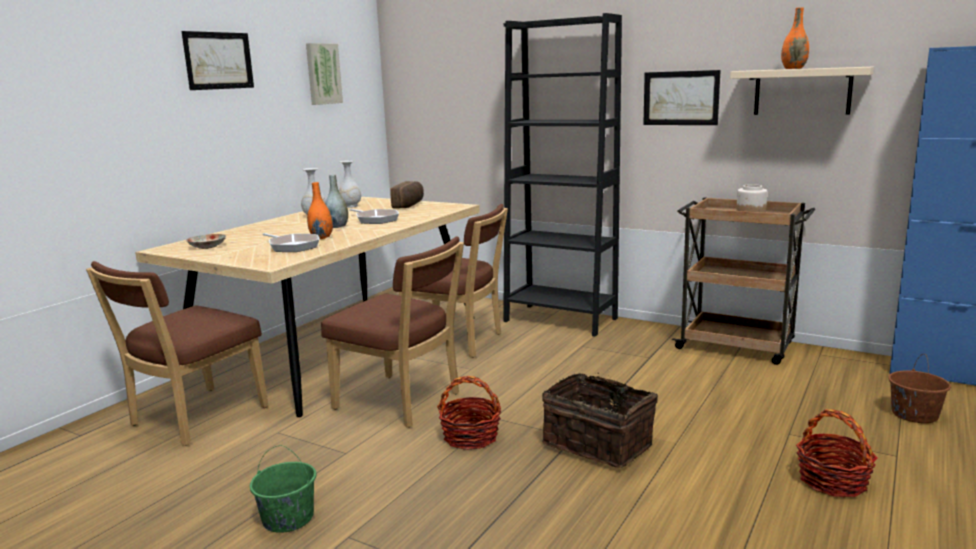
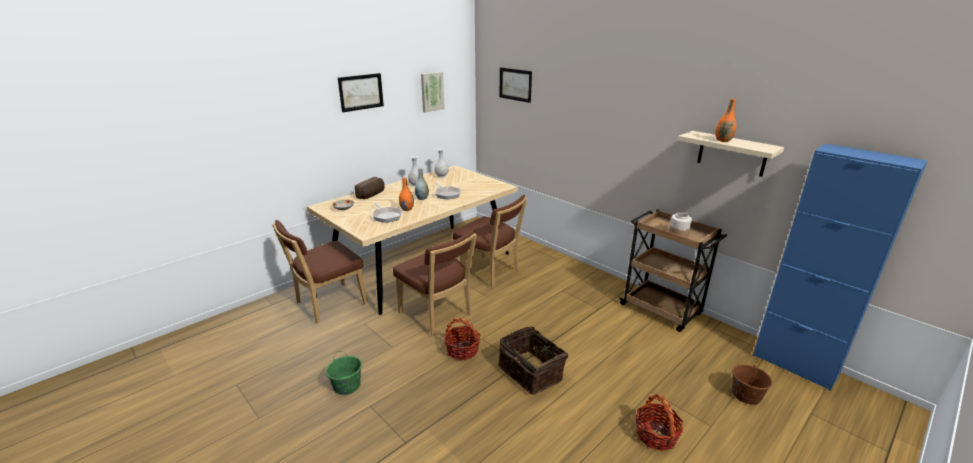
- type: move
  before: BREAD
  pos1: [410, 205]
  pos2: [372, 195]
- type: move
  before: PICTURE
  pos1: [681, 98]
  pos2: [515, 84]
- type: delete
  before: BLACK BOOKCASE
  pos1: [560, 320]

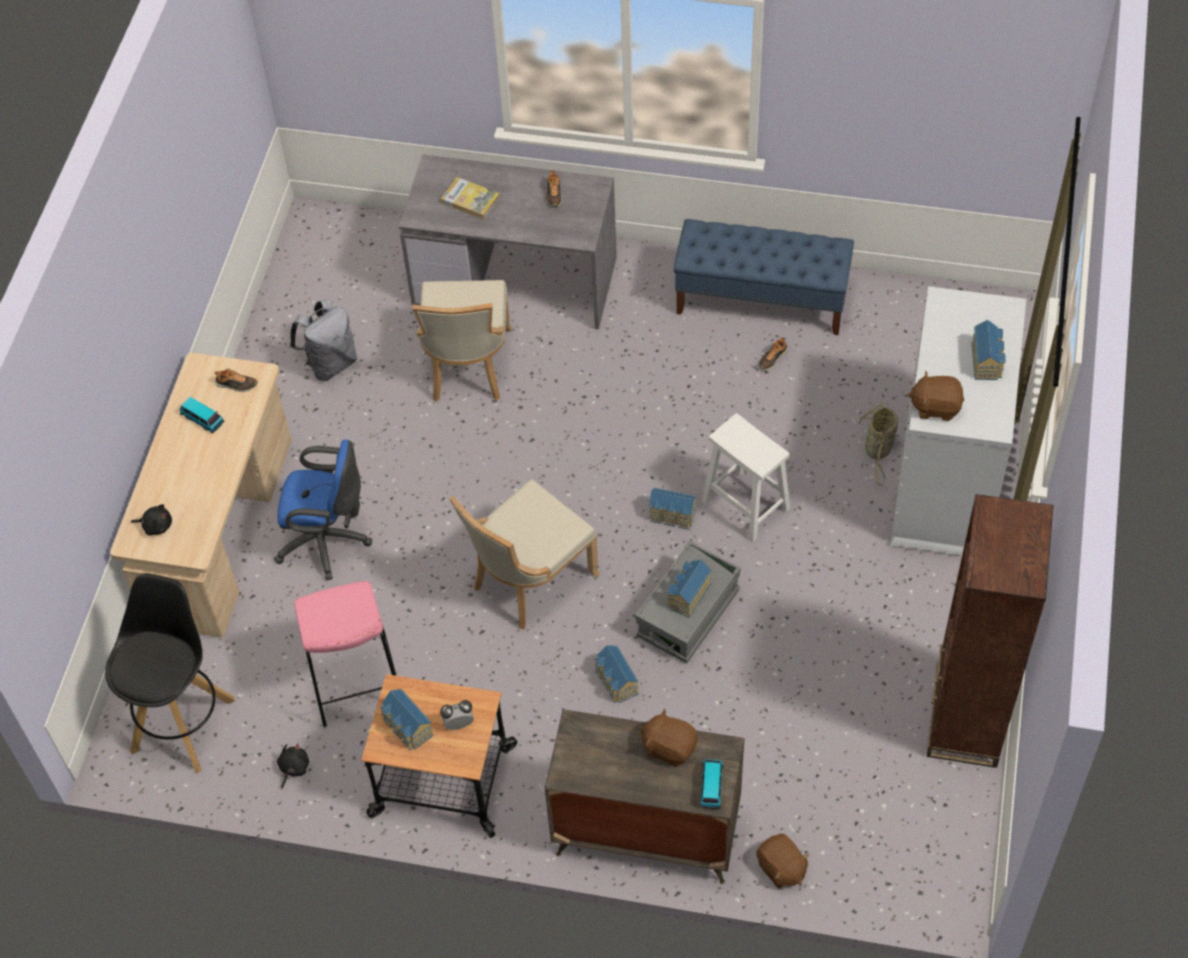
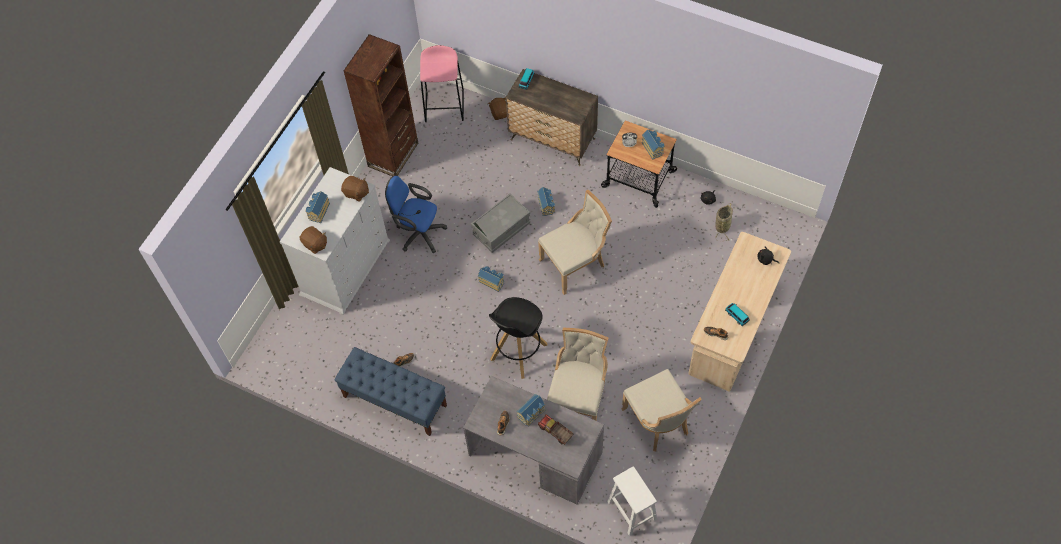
- type: move
  before: BROWN PLUSH TOY
  pos1: [669, 747]
  pos2: [315, 244]
- type: move
  before: BLUE OFFICE CHAIR
  pos1: [328, 541]
  pos2: [418, 233]
- type: move
  before: PINK STOOL
  pos1: [355, 683]
  pos2: [444, 106]
- type: move
  before: BLACK STOOL
  pos1: [184, 723]
  pos2: [518, 352]
- type: move
  before: TOY HOUSE
  pos1: [687, 595]
  pos2: [532, 413]
- type: replace
  before: BOOK
  after: TOY TRUCK
  pos1: [470, 200]
  pos2: [555, 432]
- type: move
  before: WHITE STOOL
  pos1: [747, 506]
  pos2: [631, 509]
- type: replace
  before: GREY BACKPACK
  after: BEIGE CHAIR
  pos1: [330, 363]
  pos2: [658, 422]
- type: move
  before: BASKET
  pos1: [878, 451]
  pos2: [723, 226]

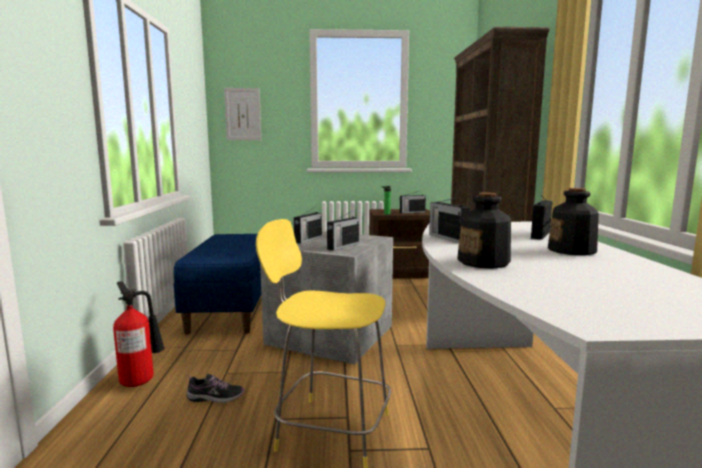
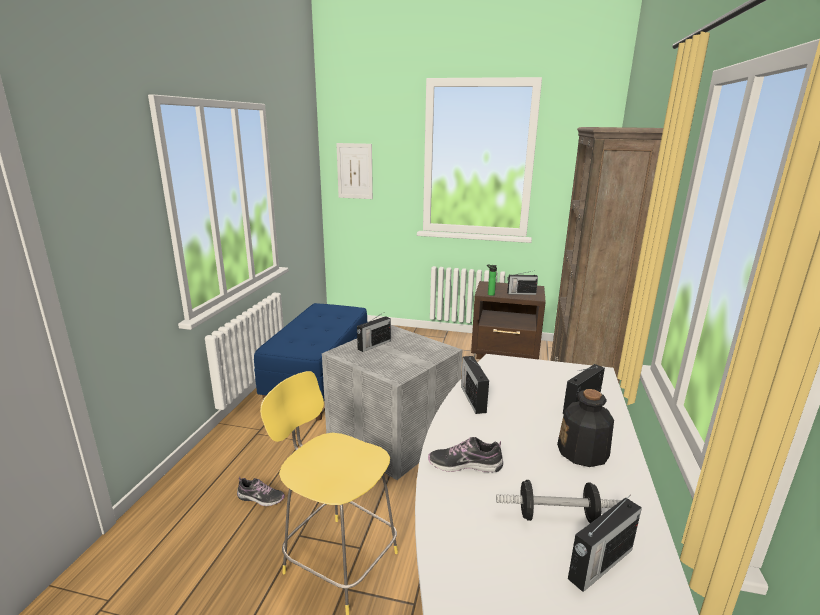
- type: replace
  before: BOTTLE
  after: SHOE
  pos1: [484, 262]
  pos2: [465, 465]
- type: insert
  after: DUMBBELL
  pos2: [557, 516]
- type: move
  before: RADIO
  pos1: [342, 246]
  pos2: [599, 564]
- type: delete
  before: FIRE EXTINGUISHER
  pos1: [141, 380]

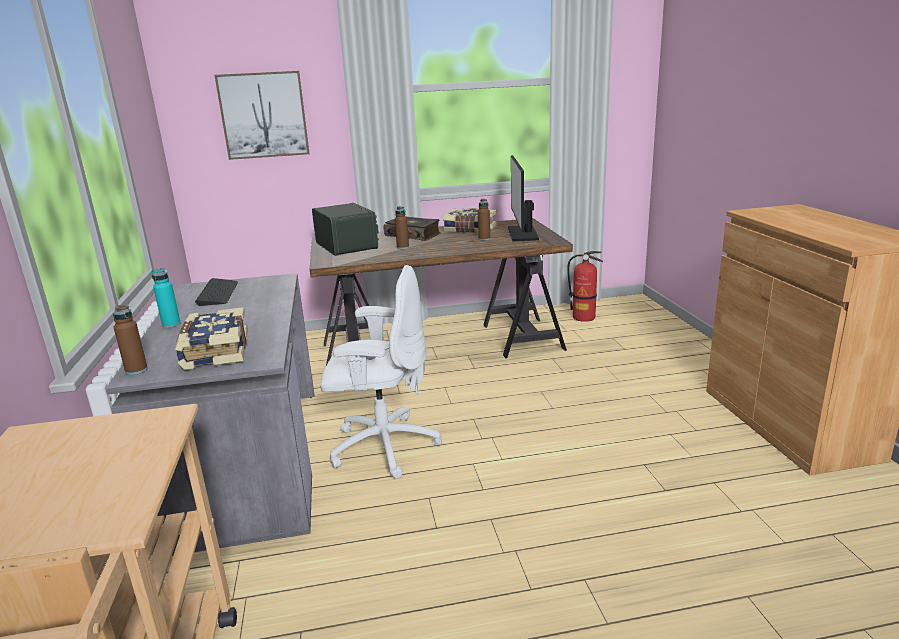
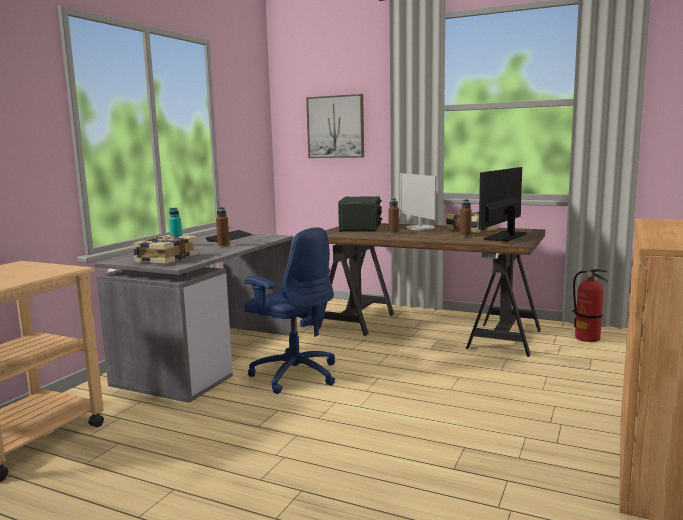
- type: move
  before: BROWN BOTTLE
  pos1: [136, 370]
  pos2: [223, 246]
- type: recolor
  before: WHITE OFFICE CHAIR
  after: BLUE OFFICE CHAIR
  pos1: [383, 446]
  pos2: [294, 374]
- type: replace
  before: BOOK
  after: MONITOR
  pos1: [413, 235]
  pos2: [420, 228]

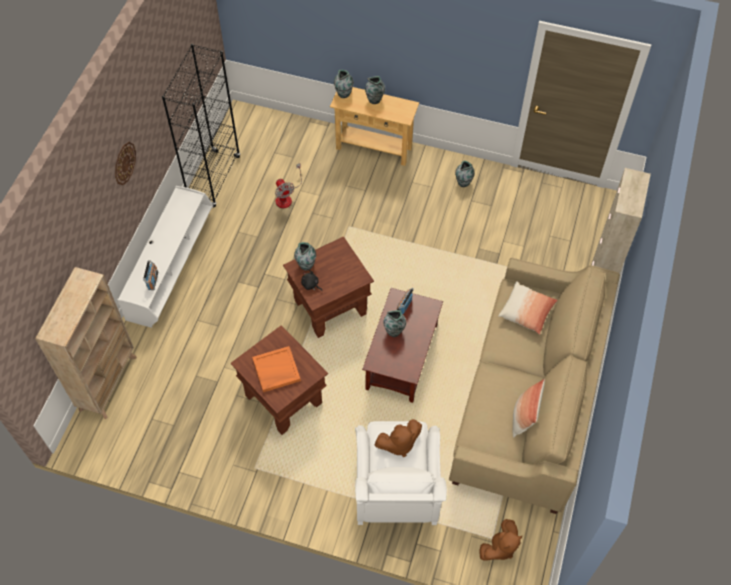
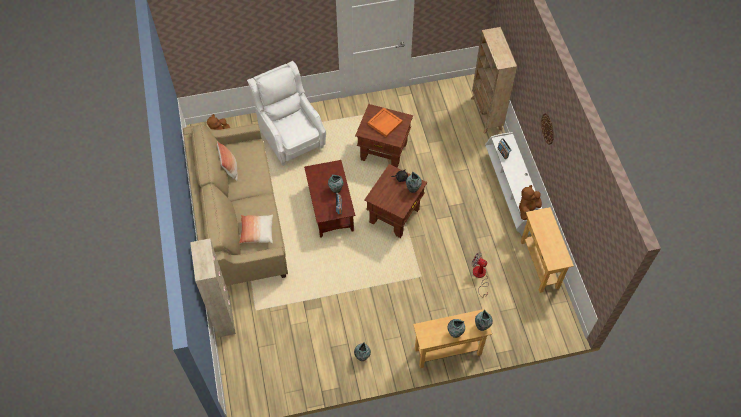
- type: move
  before: BROWN PLUSH TOY
  pos1: [398, 444]
  pos2: [527, 209]
- type: replace
  before: BLACK BOOKCASE
  after: BEIGE CONSOLE TABLE
  pos1: [214, 178]
  pos2: [539, 264]

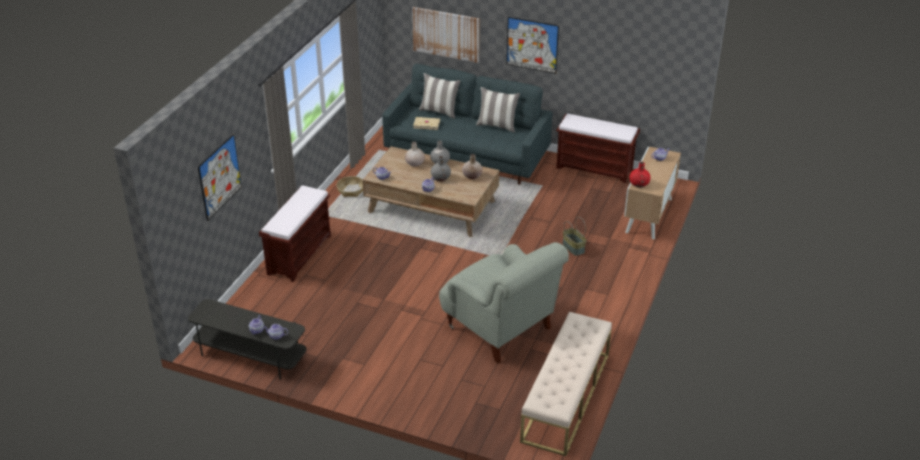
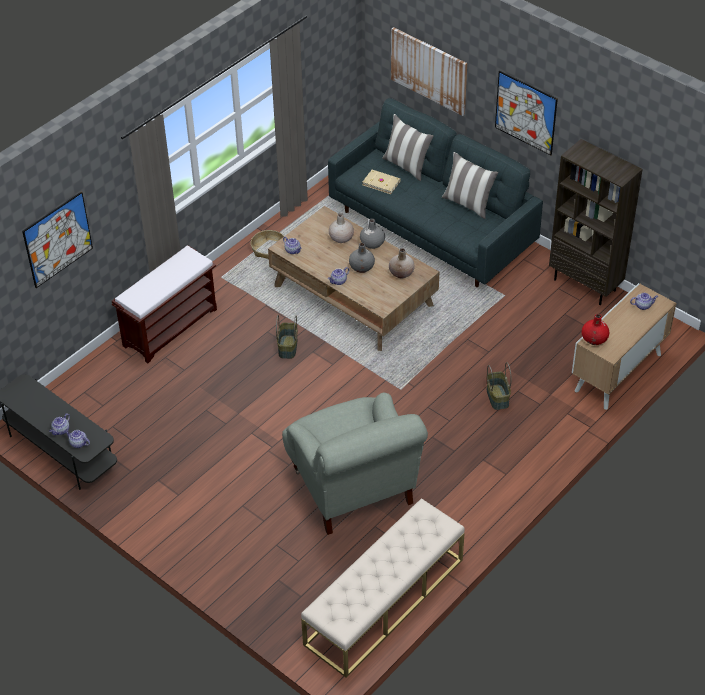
- type: insert
  after: BASKET
  pos2: [287, 347]
- type: replace
  before: BROWN BENCH
  after: BROWN BOOKCASE
  pos1: [595, 168]
  pos2: [585, 285]

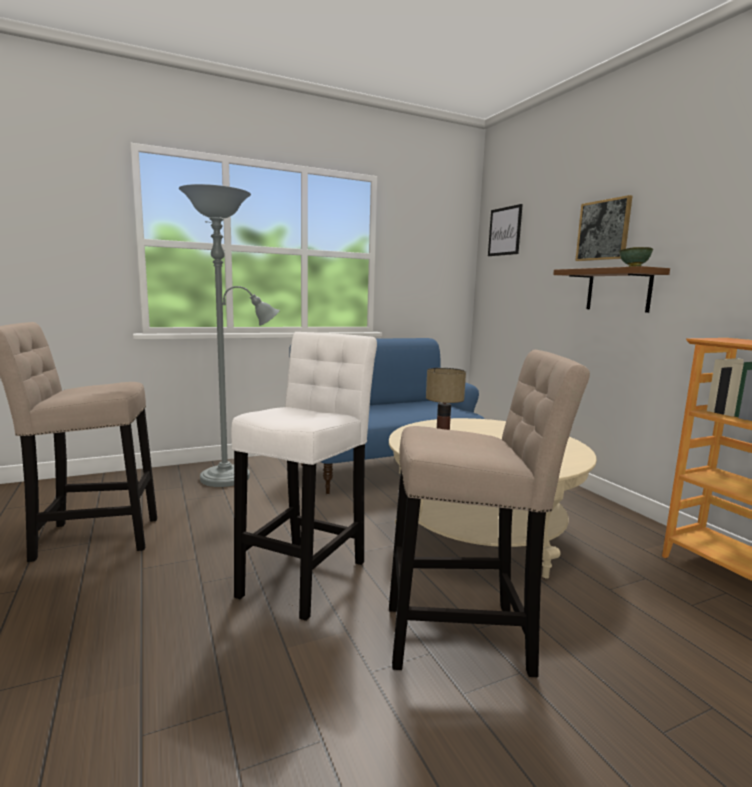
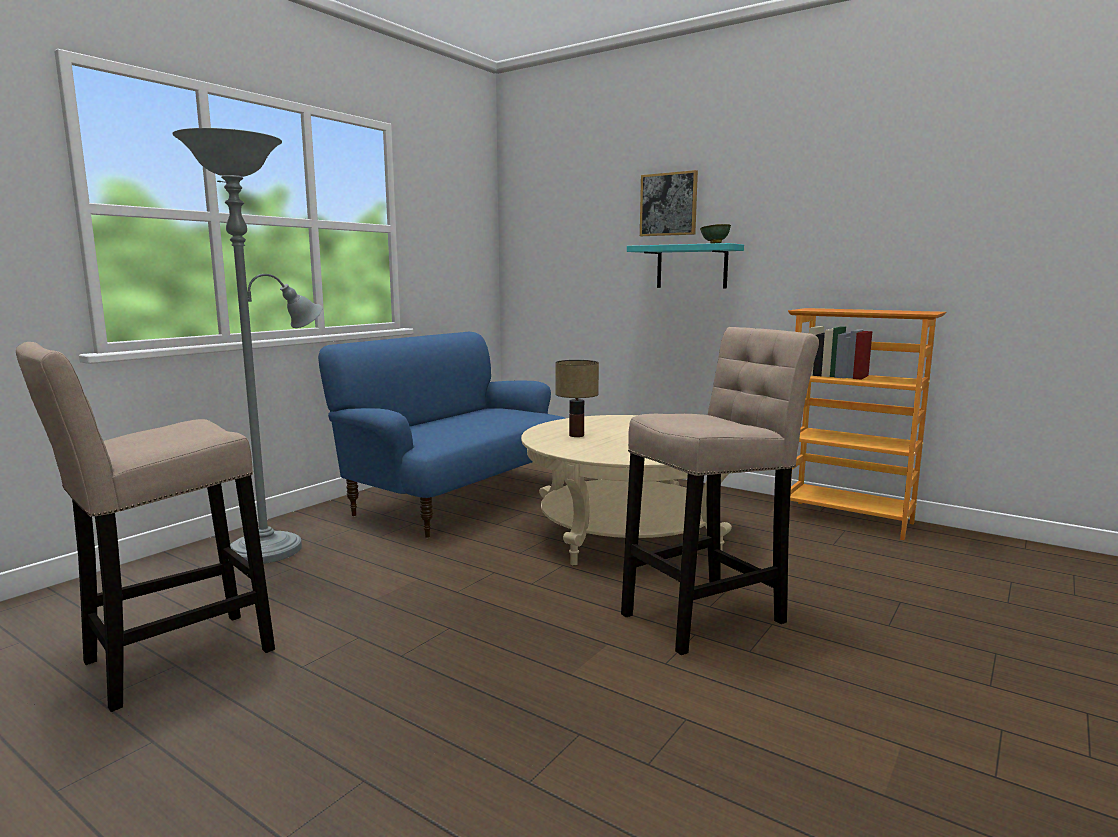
- type: recolor
  before: BROWN SHELF
  after: TURQUOISE SHELF
  pos1: [618, 290]
  pos2: [691, 267]
- type: delete
  before: WHITE STOOL
  pos1: [306, 574]
- type: delete
  before: PICTURE
  pos1: [505, 231]

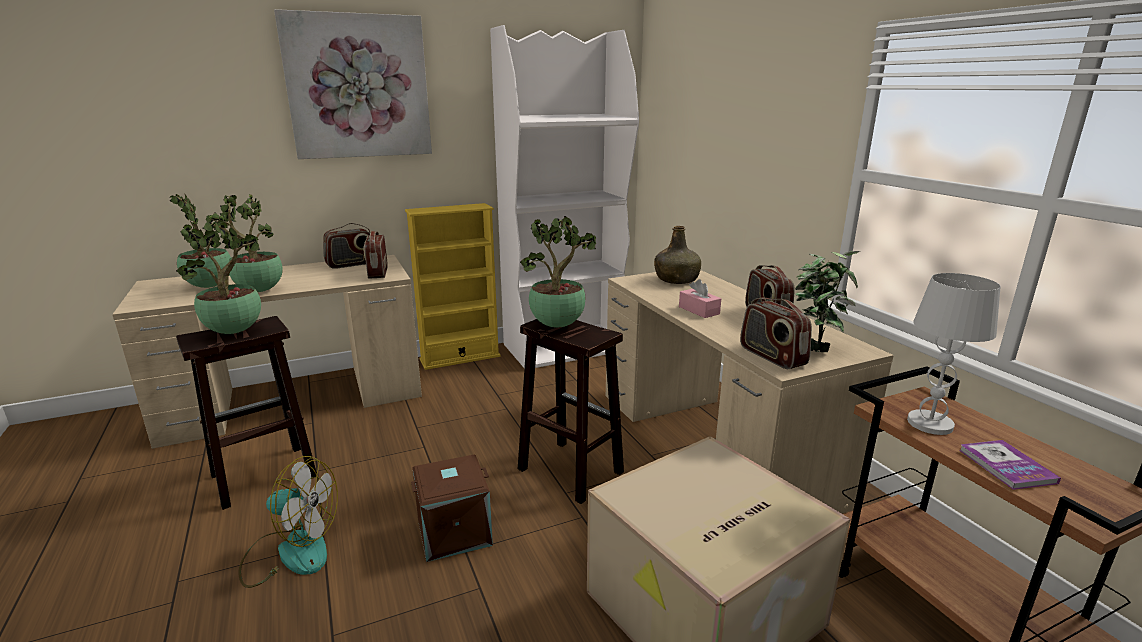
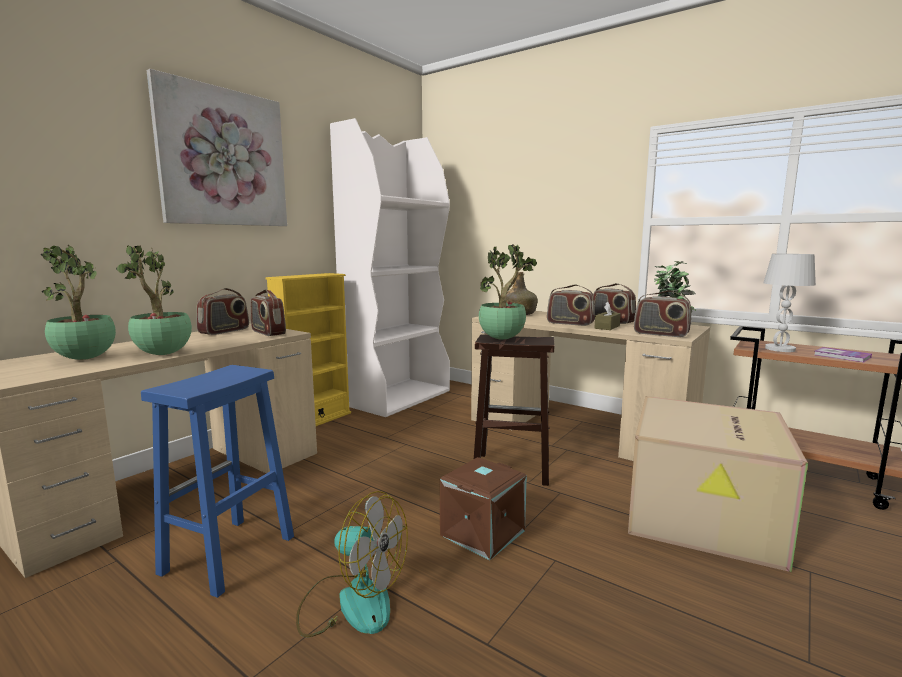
- type: recolor
  before: BROWN STOOL
  after: BLUE STOOL
  pos1: [262, 476]
  pos2: [227, 556]
- type: rotate
  before: FAN
  pos1: [291, 552]
  pos2: [352, 601]
  turn: 45
- type: replace
  before: PINK TISSUE BOX
  after: RADIO
  pos1: [699, 310]
  pos2: [570, 323]
- type: insert
  after: BROWN TISSUE BOX
  pos2: [607, 327]
- type: delete
  before: POTTED PLANT
  pos1: [236, 331]

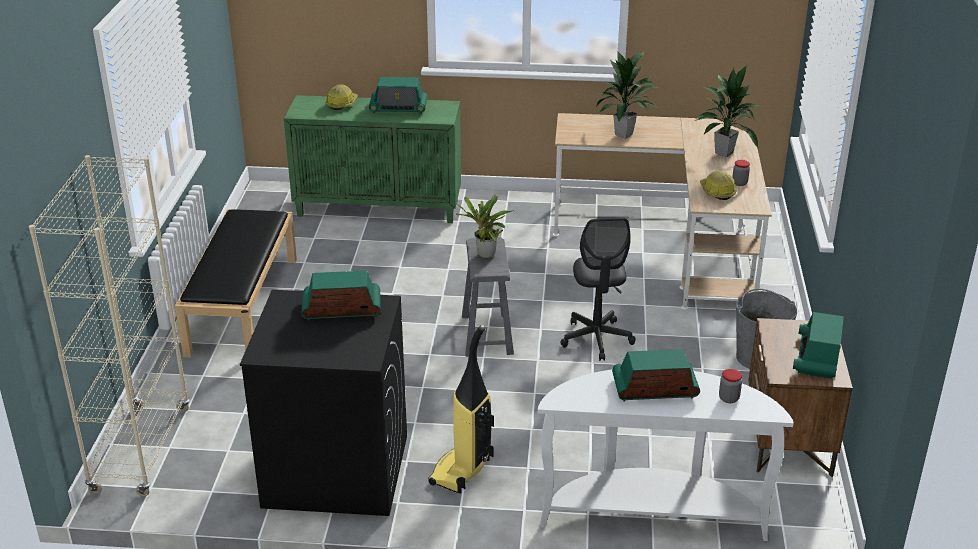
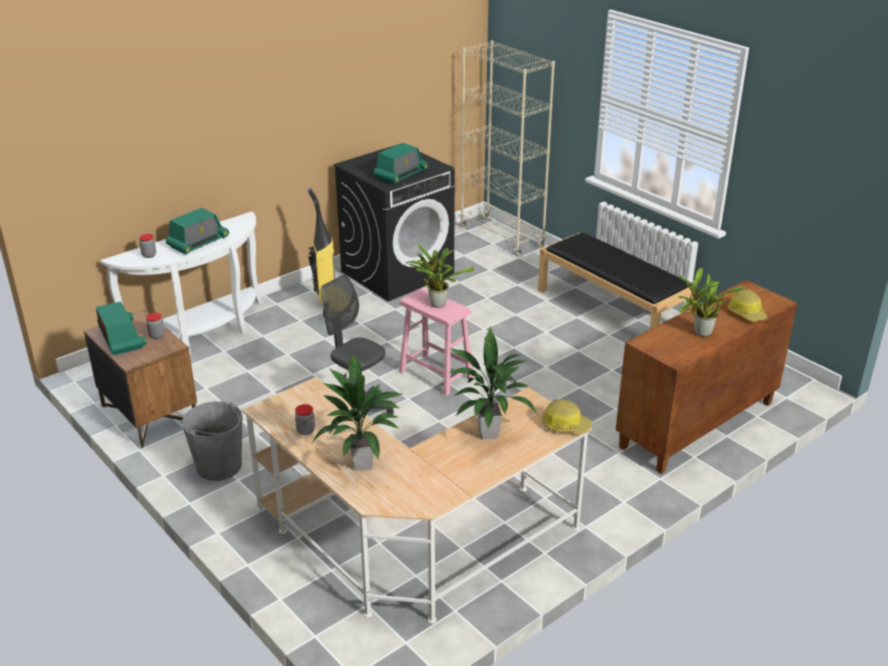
- type: insert
  after: JAR
  pos2: [157, 335]
- type: recolor
  before: GREY STOOL
  after: PINK STOOL
  pos1: [486, 335]
  pos2: [436, 374]
- type: move
  before: HARD HAT
  pos1: [717, 192]
  pos2: [565, 425]
- type: recolor
  before: GREEN CABINET
  after: BROWN CABINET
  pos1: [379, 208]
  pos2: [697, 426]
- type: replace
  before: RADIO
  after: POTTED PLANT
  pos1: [398, 108]
  pos2: [699, 333]

